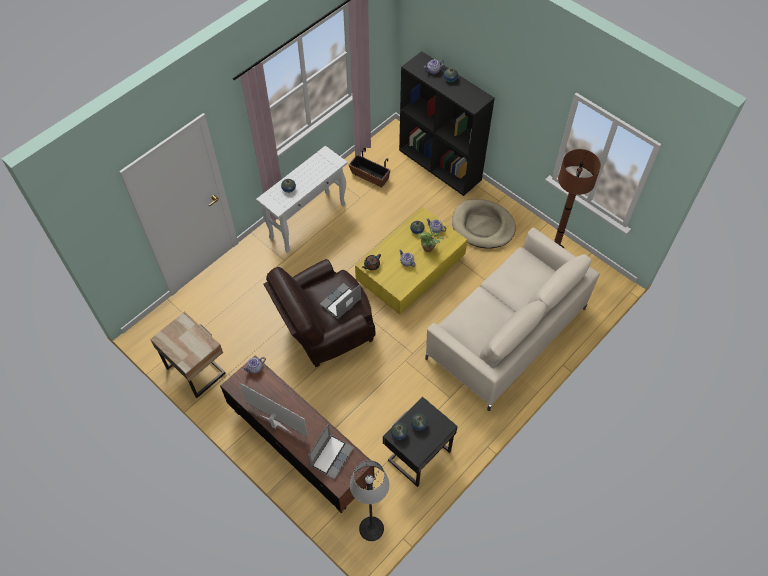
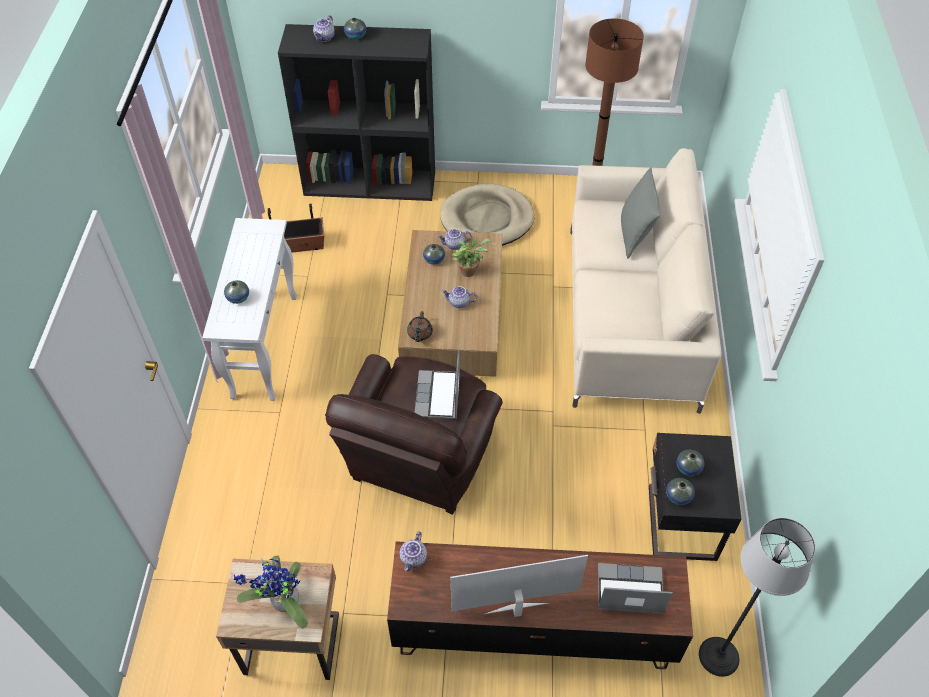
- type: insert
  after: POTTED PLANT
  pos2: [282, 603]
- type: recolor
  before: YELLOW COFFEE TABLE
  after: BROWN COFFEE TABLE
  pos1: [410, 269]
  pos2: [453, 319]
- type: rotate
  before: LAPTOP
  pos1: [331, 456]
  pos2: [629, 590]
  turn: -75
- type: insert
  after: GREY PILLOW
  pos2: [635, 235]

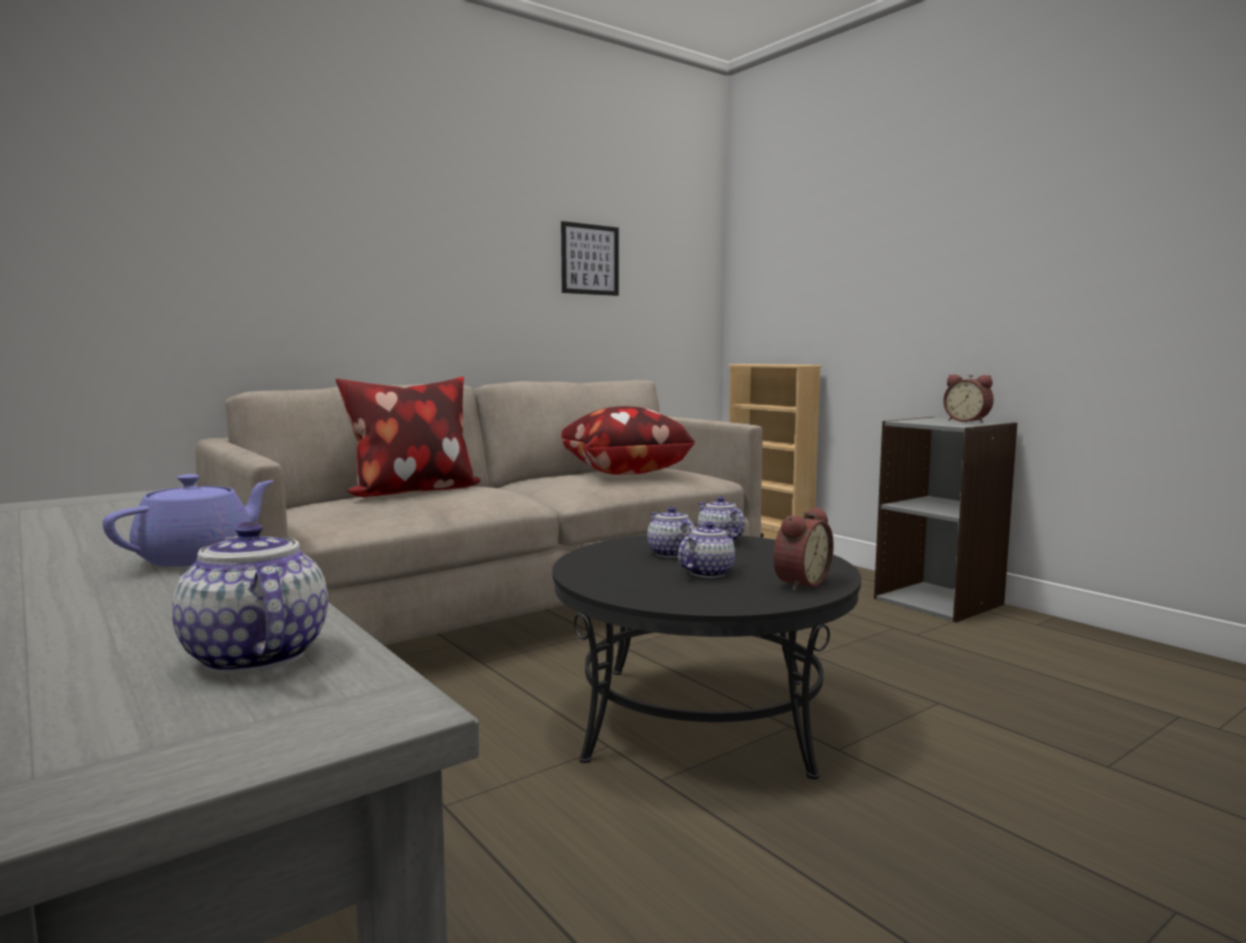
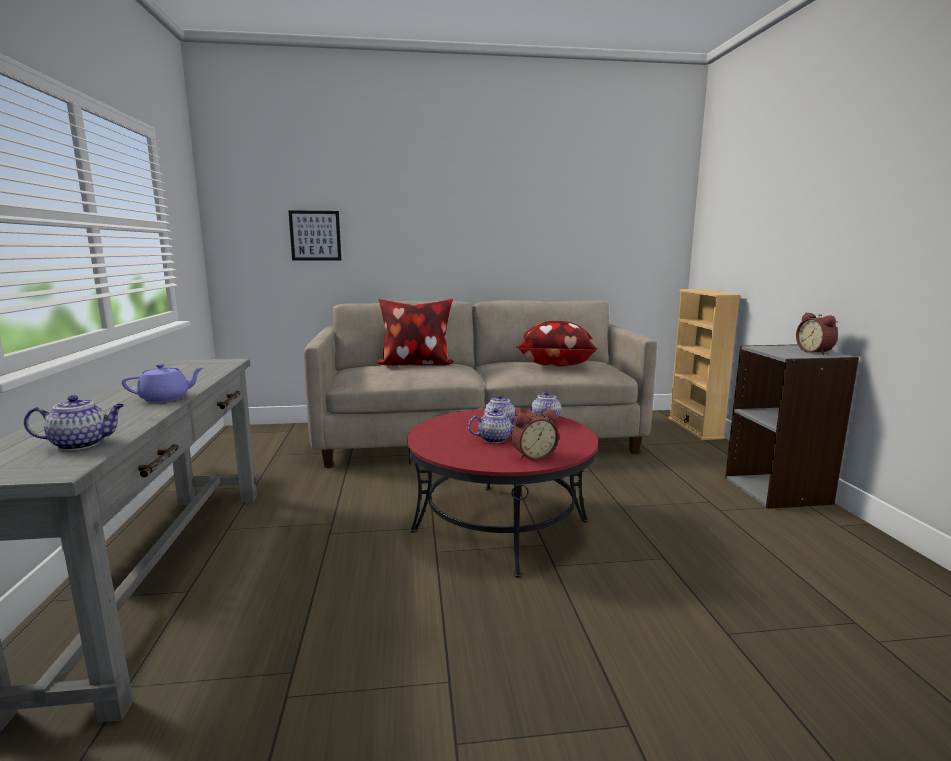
- type: rotate
  before: TEAPOT
  pos1: [253, 655]
  pos2: [82, 444]
  turn: 75
- type: move
  before: PICTURE
  pos1: [589, 259]
  pos2: [315, 235]
- type: recolor
  before: BLACK COFFEE TABLE
  after: RED COFFEE TABLE
  pos1: [701, 717]
  pos2: [500, 525]

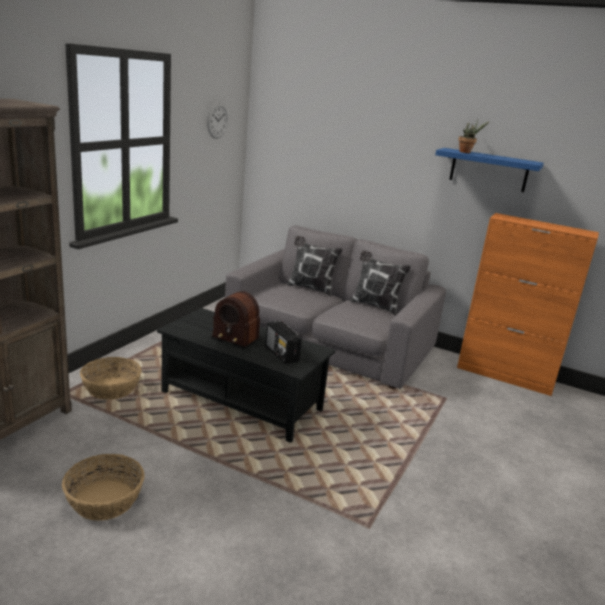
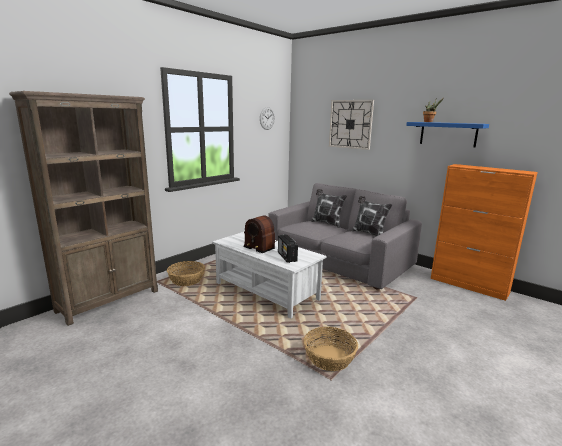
- type: recolor
  before: BLACK COFFEE TABLE
  after: WHITE COFFEE TABLE
  pos1: [242, 401]
  pos2: [266, 291]
- type: move
  before: BASKET
  pos1: [105, 500]
  pos2: [330, 358]
- type: insert
  after: WALL CLOCK
  pos2: [350, 124]

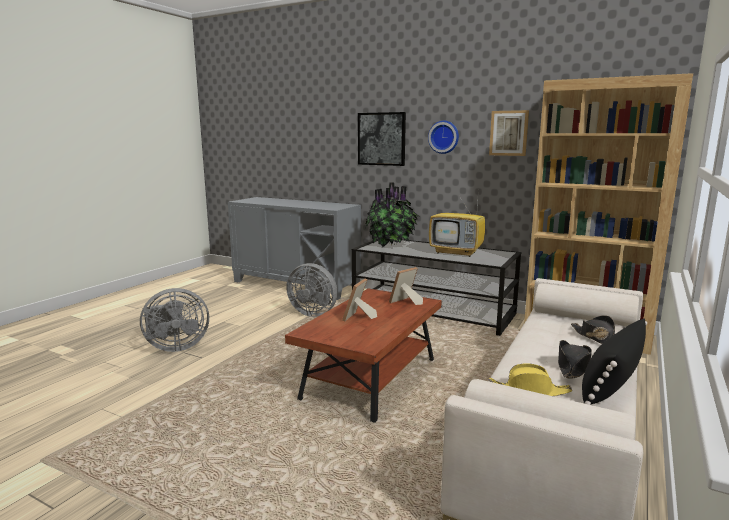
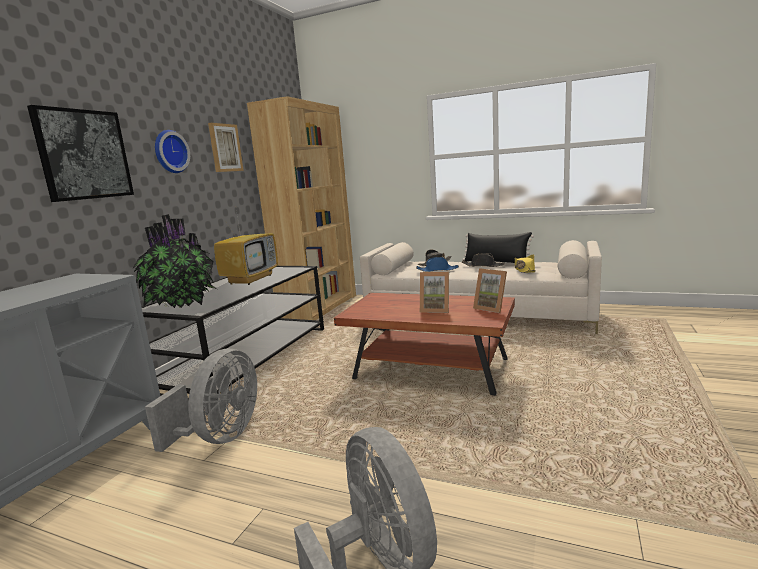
- type: insert
  after: BLUE HAT
  pos2: [437, 270]
- type: move
  before: PICTURE FRAME
  pos1: [405, 302]
  pos2: [491, 308]

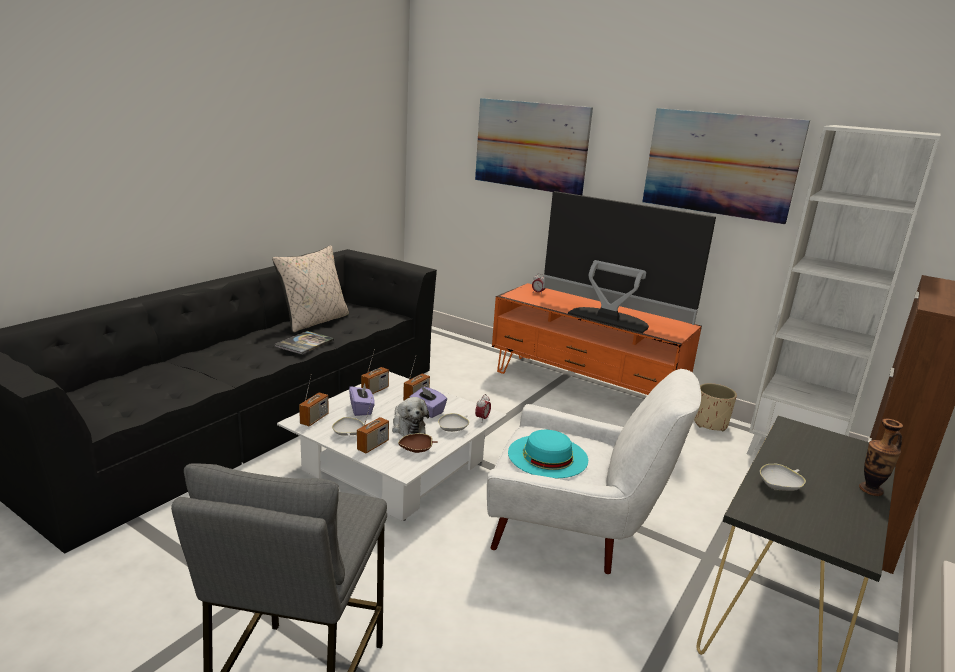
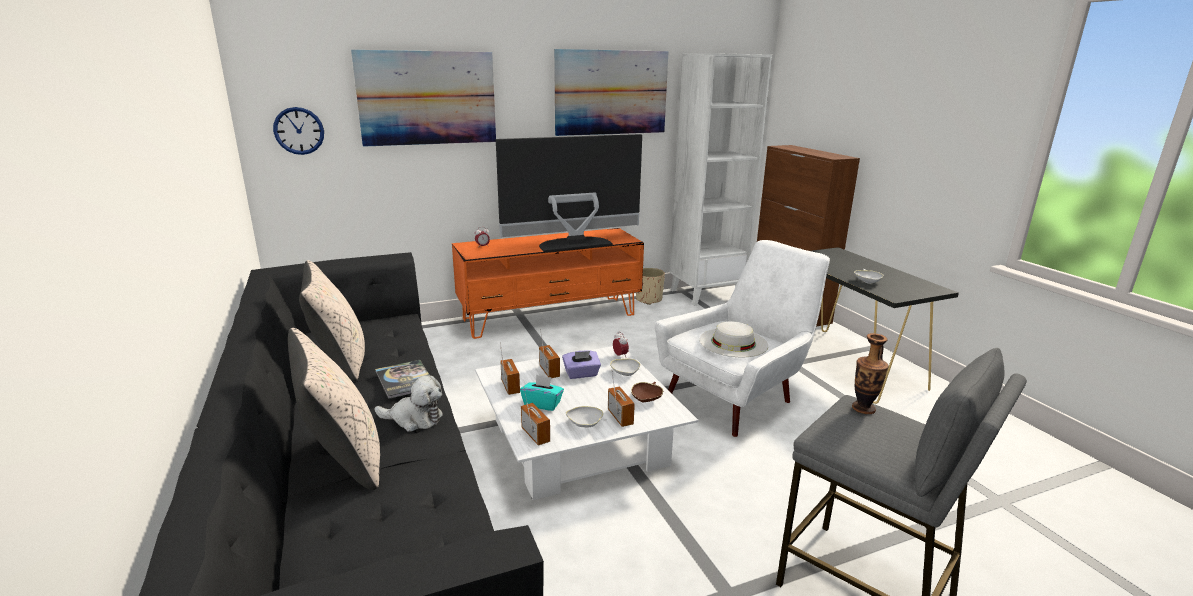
- type: insert
  after: WALL CLOCK
  pos2: [299, 131]
- type: insert
  after: BEIGE PILLOW
  pos2: [344, 459]
- type: move
  before: PLUSH TOY
  pos1: [407, 427]
  pos2: [414, 419]
- type: recolor
  before: PURPLE TISSUE BOX
  after: TURQUOISE TISSUE BOX
  pos1: [361, 409]
  pos2: [542, 404]
- type: recolor
  before: TURQUOISE HAT
  after: WHITE HAT
  pos1: [547, 456]
  pos2: [733, 342]
- type: move
  before: VASE
  pos1: [870, 490]
  pos2: [863, 408]

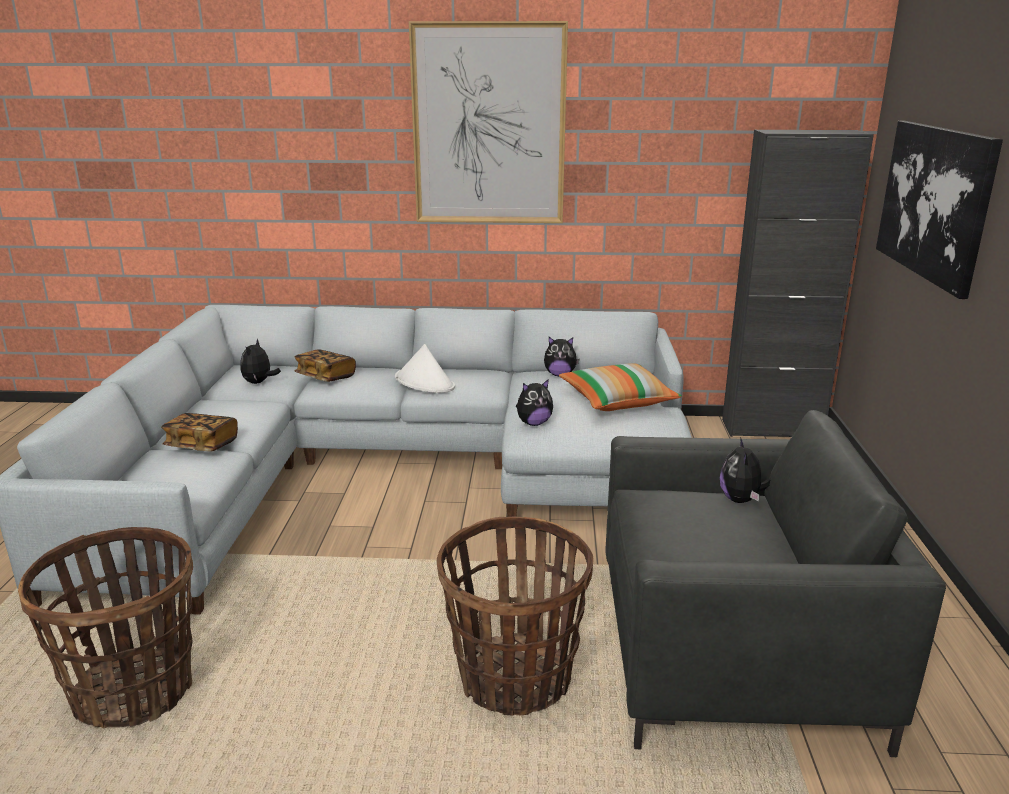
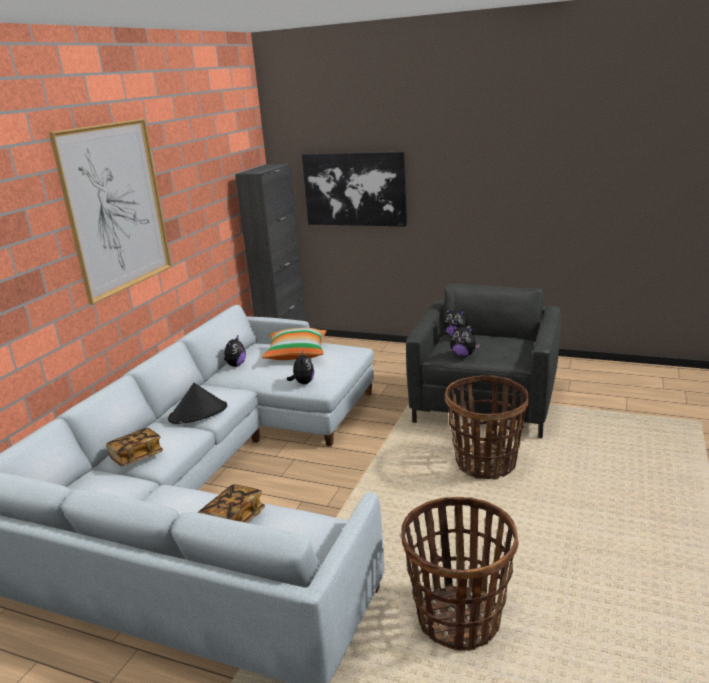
- type: recolor
  before: WHITE HAT
  after: BLACK HAT
  pos1: [425, 382]
  pos2: [198, 413]
- type: move
  before: PLUSH TOY
  pos1: [259, 382]
  pos2: [463, 355]

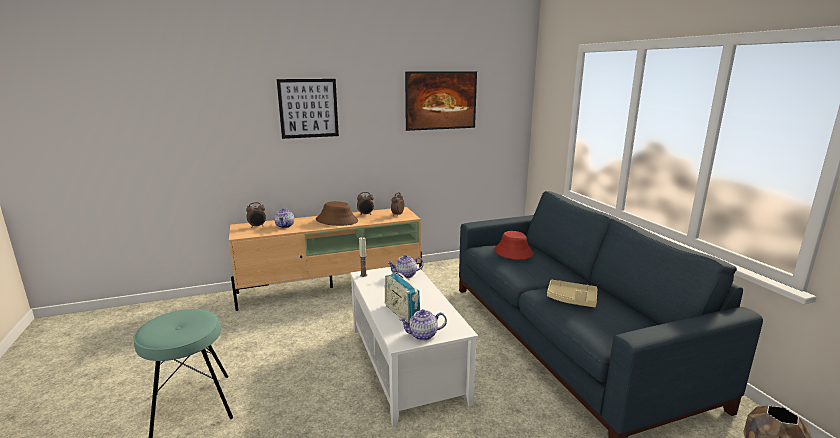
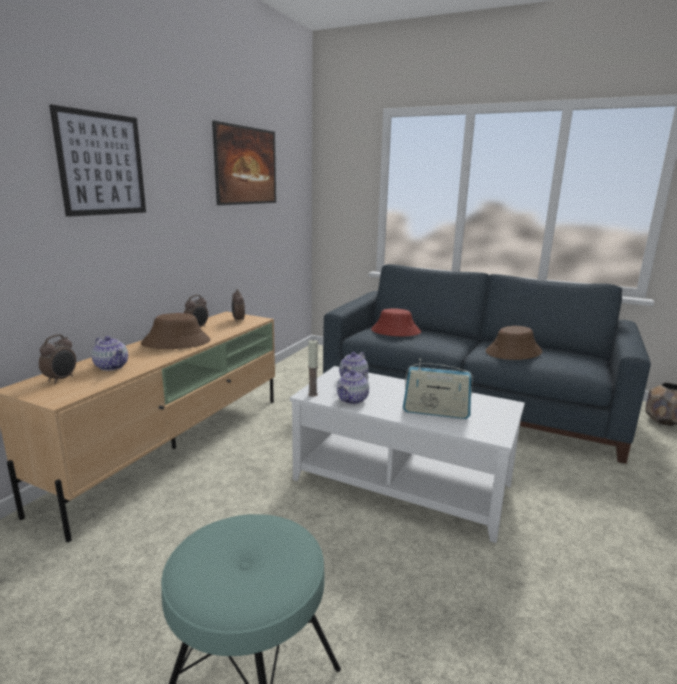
- type: move
  before: TEAPOT
  pos1: [422, 335]
  pos2: [353, 399]
- type: replace
  before: BEIGE TRAY
  after: BROWN HAT
  pos1: [571, 300]
  pos2: [513, 352]

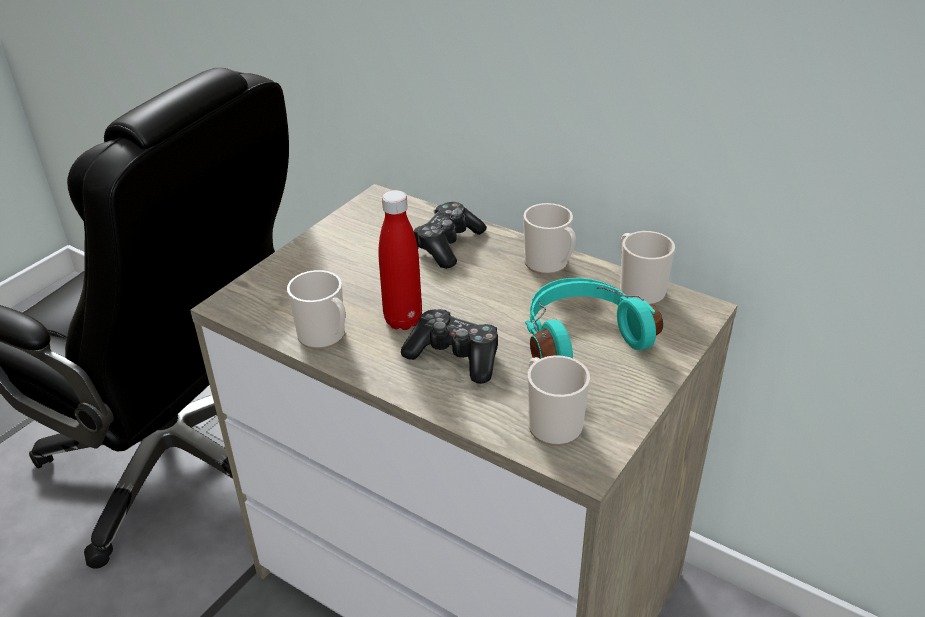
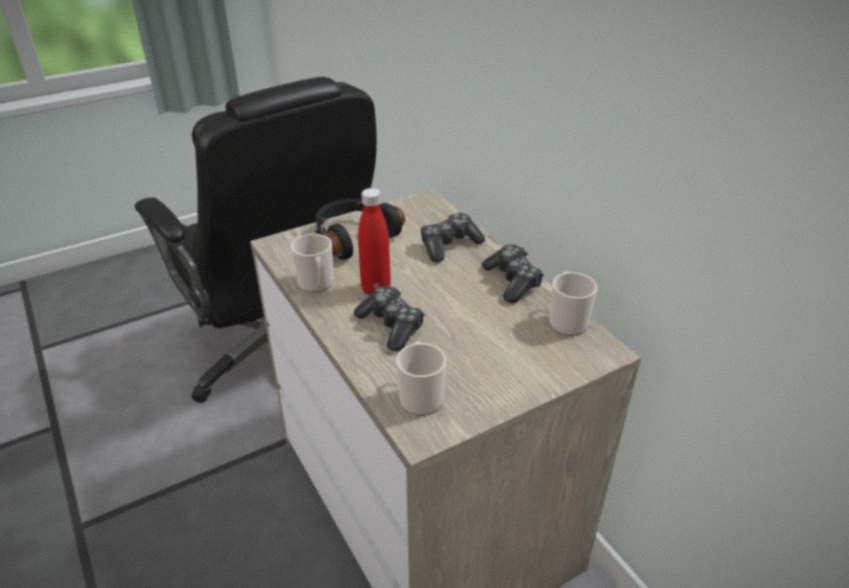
- type: insert
  after: BLACK HEADPHONES
  pos2: [353, 237]
- type: replace
  before: MUG
  after: GAME CONTROLLER
  pos1: [550, 265]
  pos2: [512, 281]
- type: delete
  before: TURQUOISE HEADPHONES
  pos1: [581, 337]

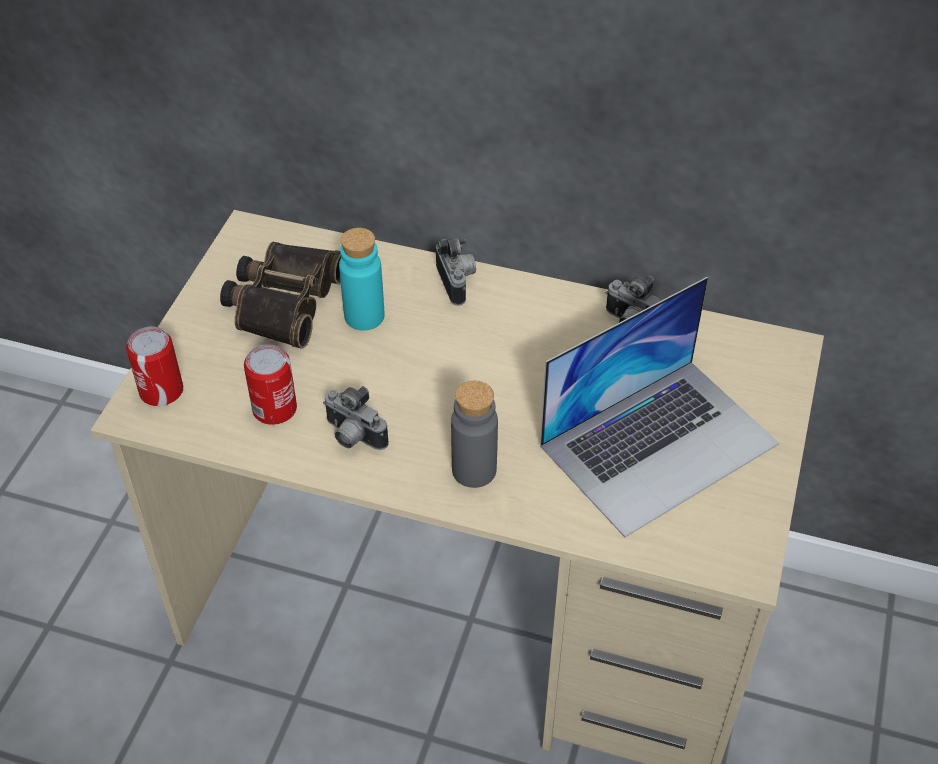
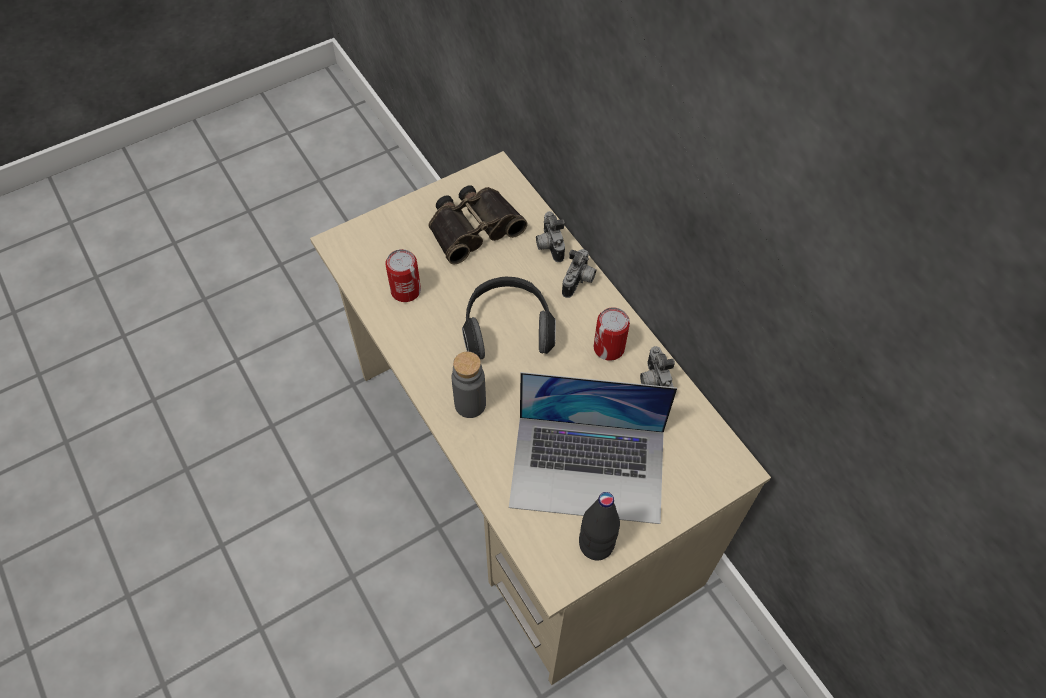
- type: insert
  after: HEADPHONES
  pos2: [507, 328]
- type: move
  before: PHOTO CAMERA
  pos1: [352, 437]
  pos2: [548, 245]
- type: insert
  after: BLACK BOTTLE
  pos2: [596, 545]
- type: move
  before: CAN
  pos1: [161, 391]
  pos2: [609, 348]
- type: delete
  before: TURQUOISE BOTTLE
  pos1: [364, 316]

